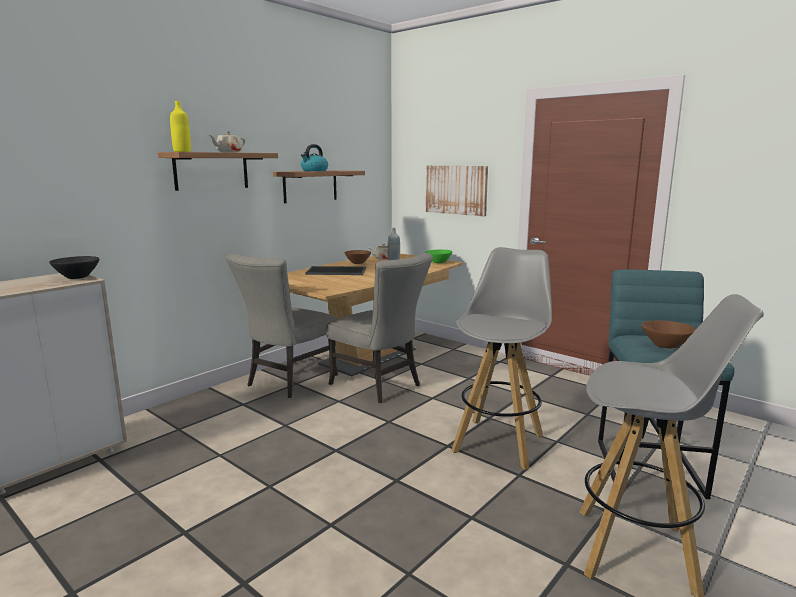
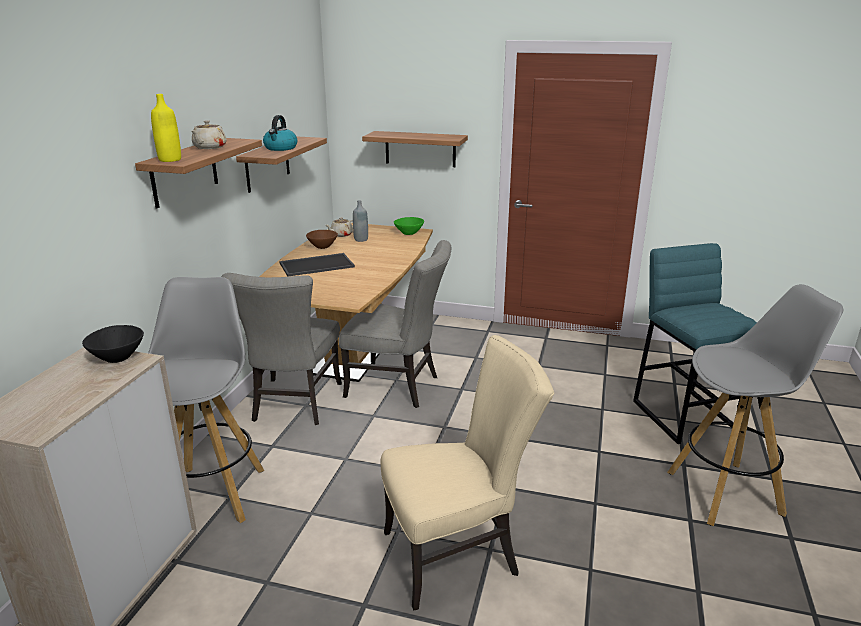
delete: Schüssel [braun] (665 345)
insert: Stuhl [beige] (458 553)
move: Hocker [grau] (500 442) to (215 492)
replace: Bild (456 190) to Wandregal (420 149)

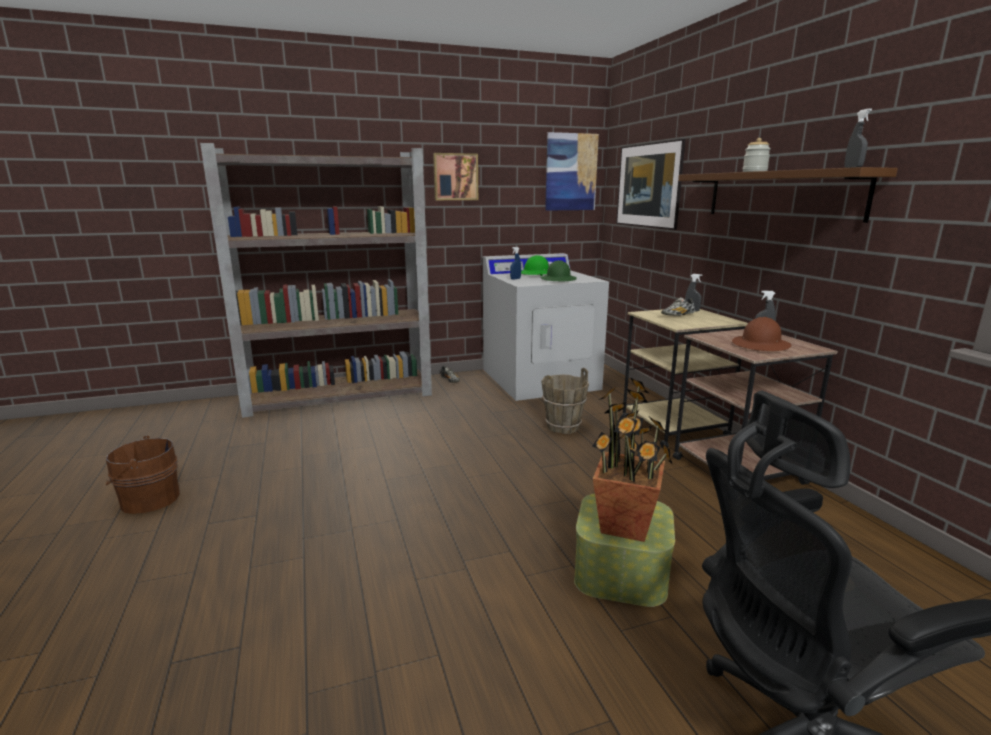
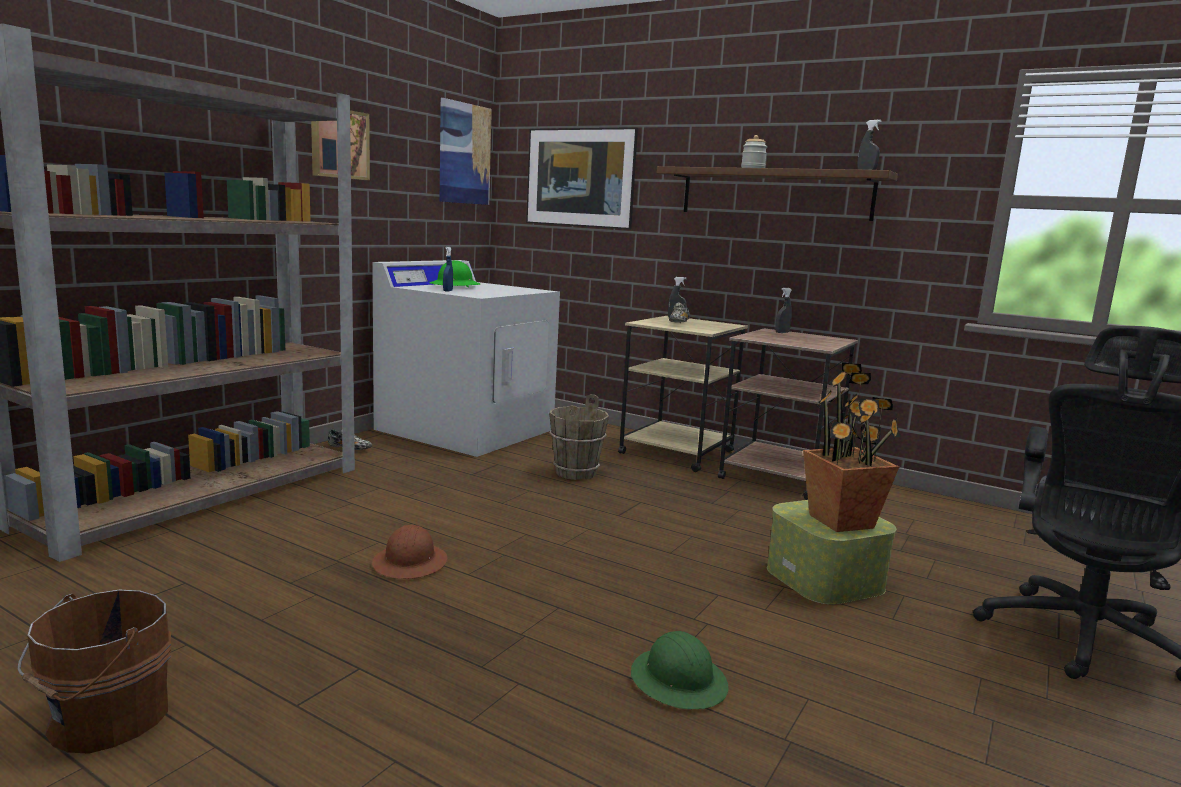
move: Schutzhelm [grün] (558 279) to (679 681); Schutzhelm [braun] (761 345) to (410 563)

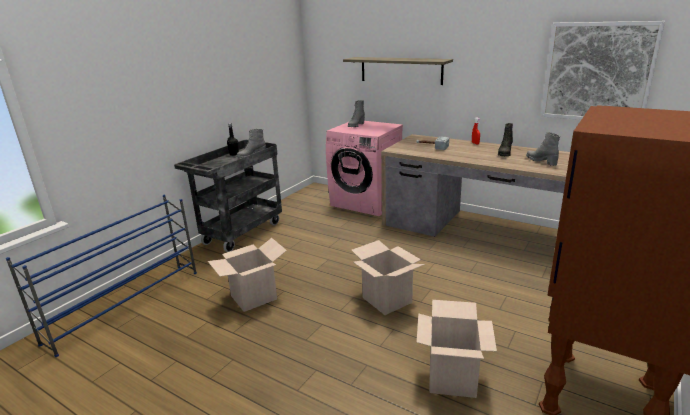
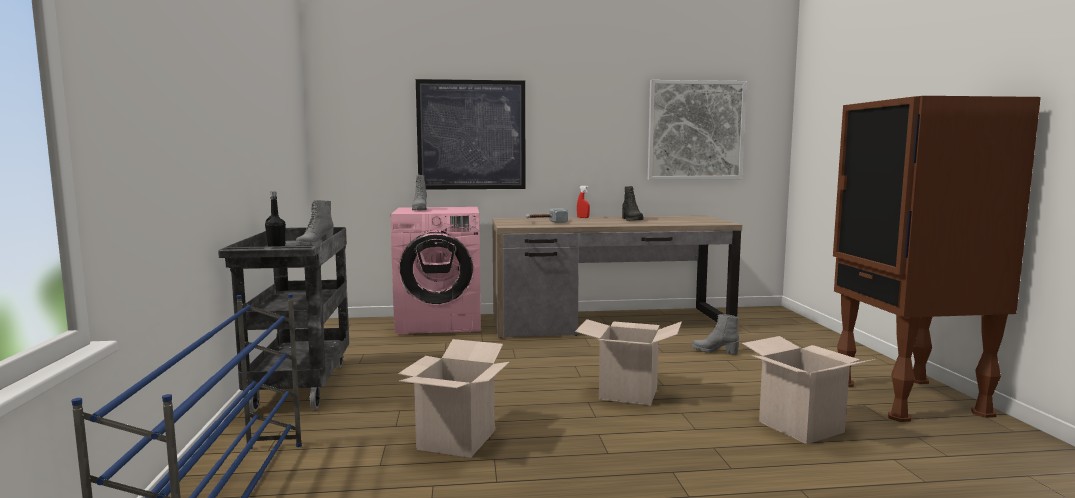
move: Stiefel [grau] (541 161) to (714 351)
replace: Wandregal (401 70) to Bild (471 135)

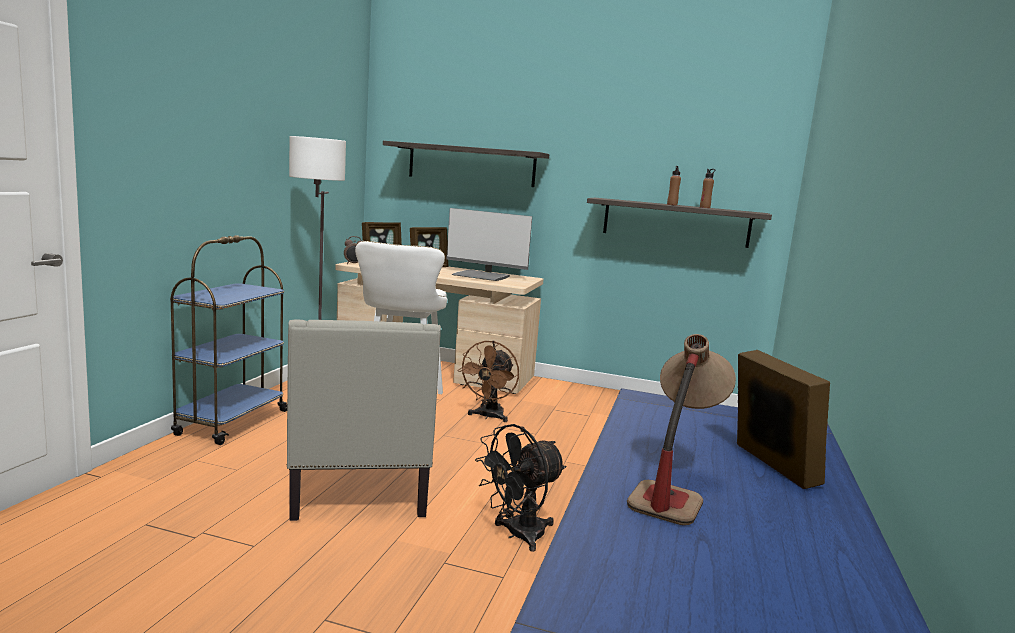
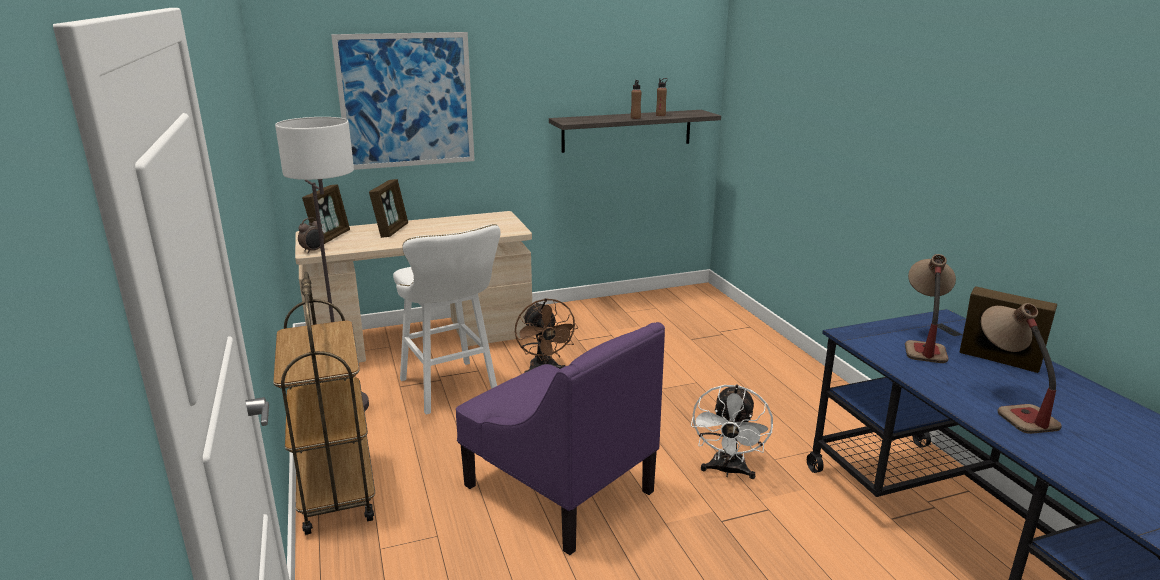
delete: Monitor (481 276)
insert: Tischlampe (922 344)
replace: Wandregal (471 165) to Bild (406 101)
recolor: Rollwagen [blau] (231 423) to Rollwagen [braun] (336 491); Sessel [grau] (359 482) to Sessel [lila] (556 489); Ventilator [schwarz] (517 535) to Ventilator [weiß] (727 471)

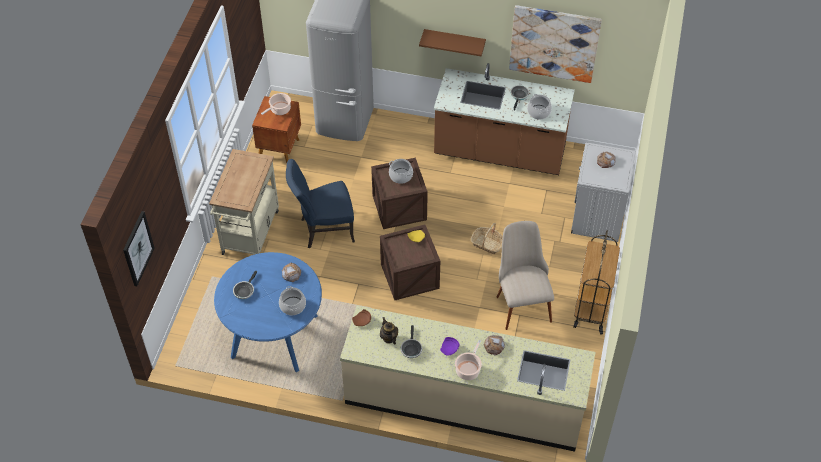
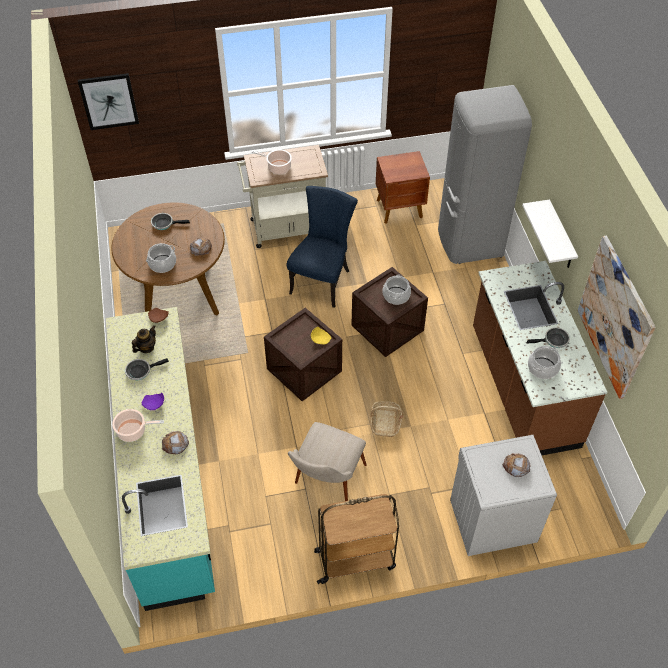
move: Kochtopf (279 110) to (277 167)
recolor: Esstisch [blau] (274 336) to Esstisch [braun] (178 293); Küchenzeile [beige] (464 401) to Küchenzeile [türkis] (168 477); Wandregal [braun] (454 42) to Wandregal [weiß] (561 236)
rotate: Stuhl [blau] (323 230) = (322 279) 60 degrees clockwise; Stuhl [beige] (521 301) = (325 484) 150 degrees clockwise

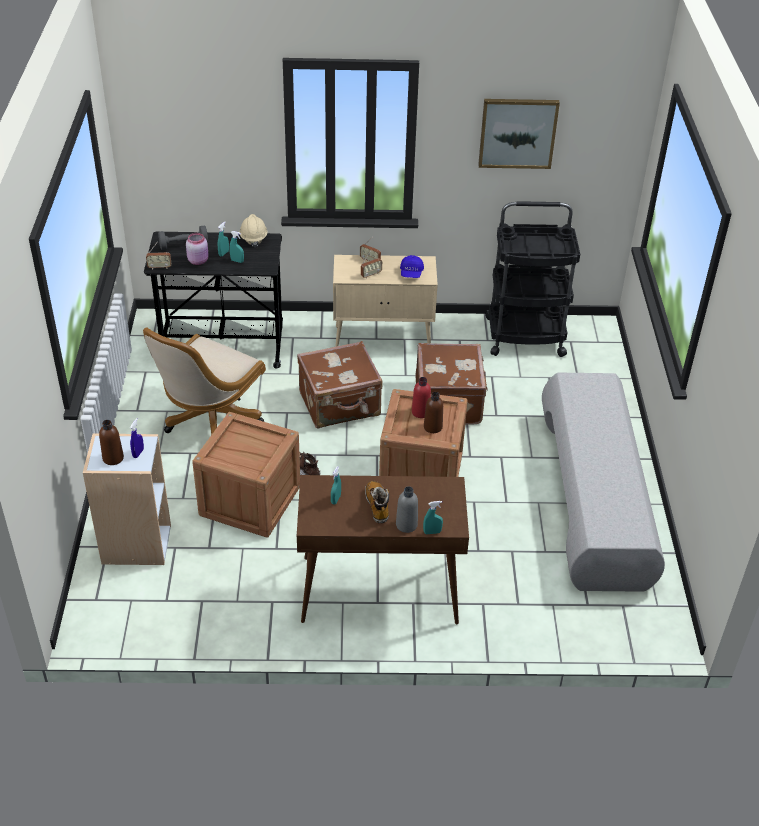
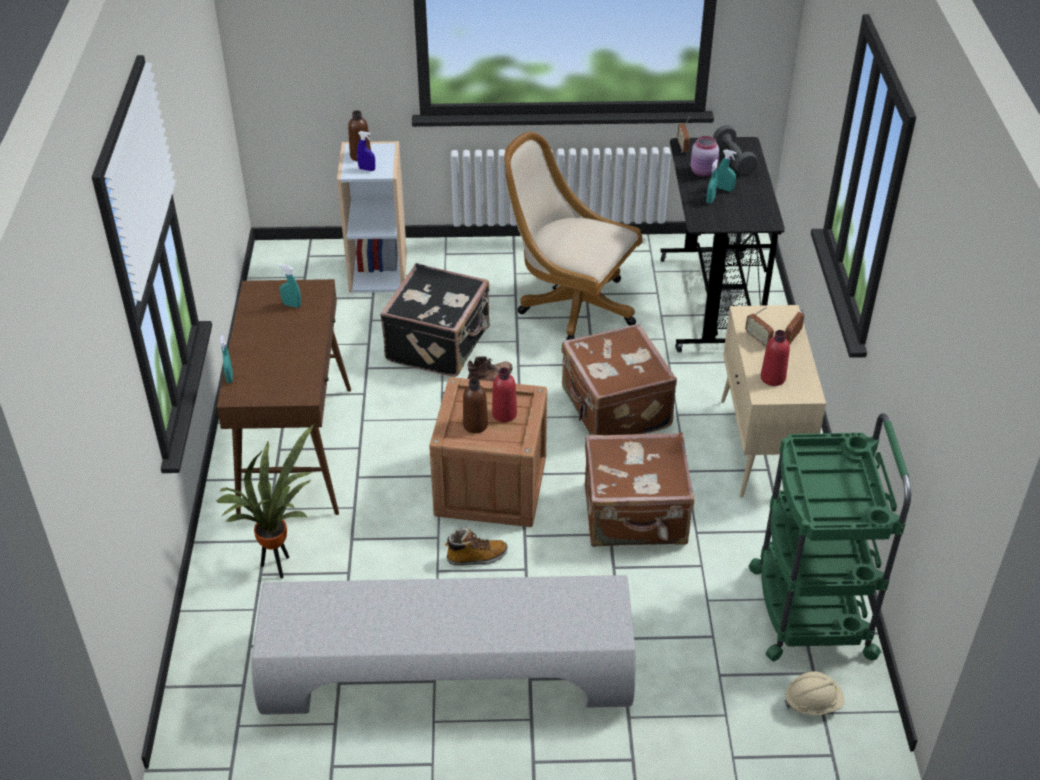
delete: Flasche [grau] (406 525); Bild (517 133)
insert: Topfpflanze (279 566)
move: Schutzhelm [beige] (253 238) to (813 703); Stiefel (377 506) to (476 557)
replace: Kiste (250 501) to Koffer [schwarz] (440 344); Kappe [blau] (411 273) to Flasche [rot] (772 378)
recolor: Rollwagen [schwarz] (525 337) to Rollwagen [grün] (810 611)

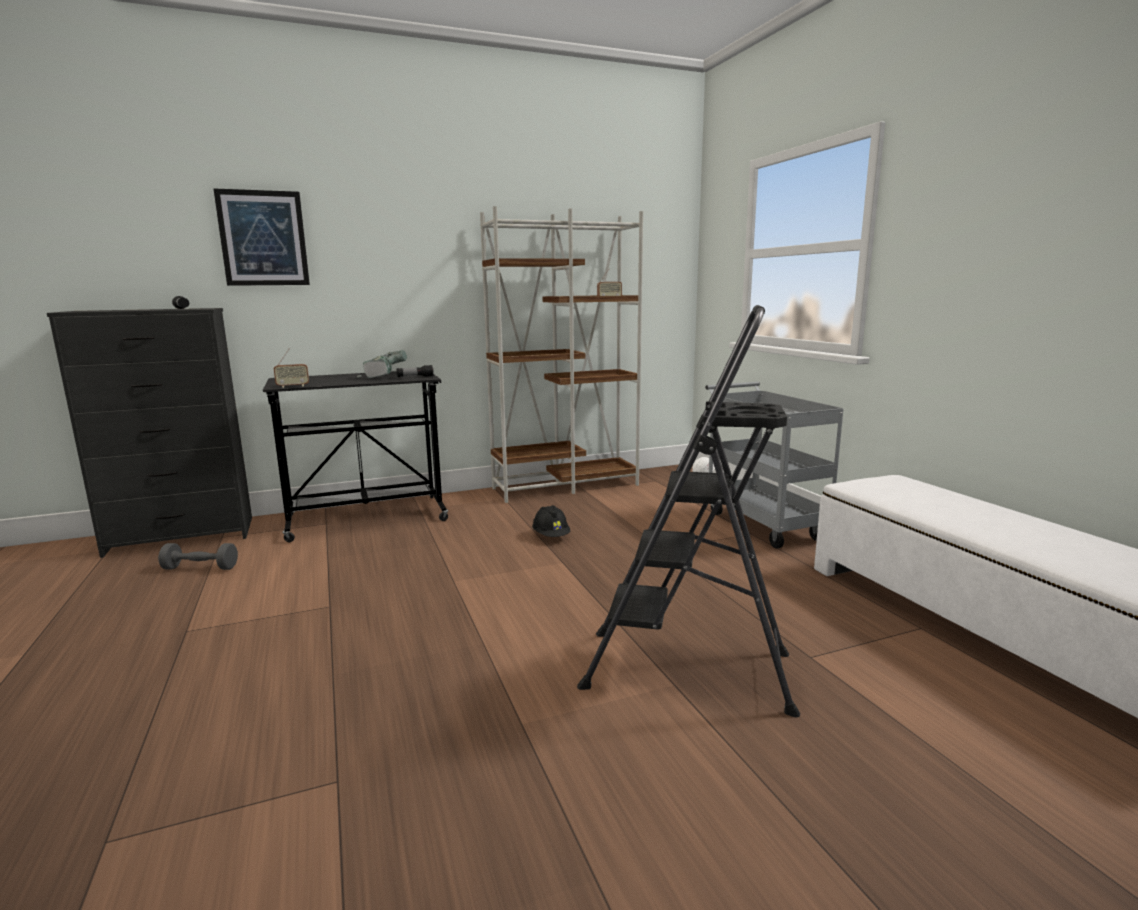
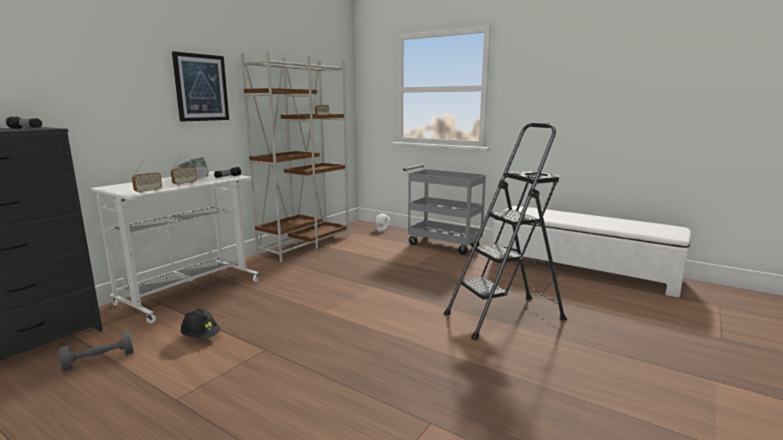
insert: Radio (184 184)
move: Bild (263 238) to (201 87); Schutzhelm [schwarz] (551 536) to (201 336)
recolor: Schreibtisch [schwarz] (367 517) to Schreibtisch [weiß] (190 292)

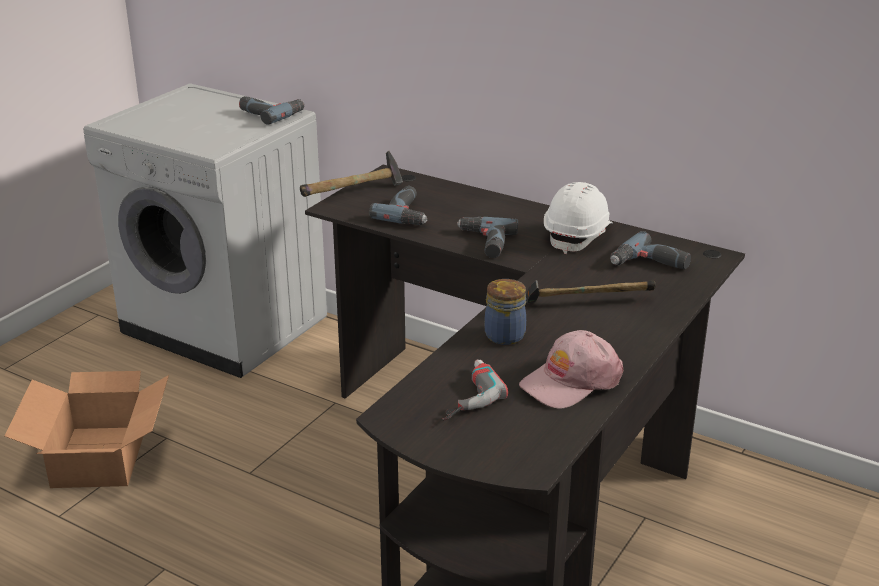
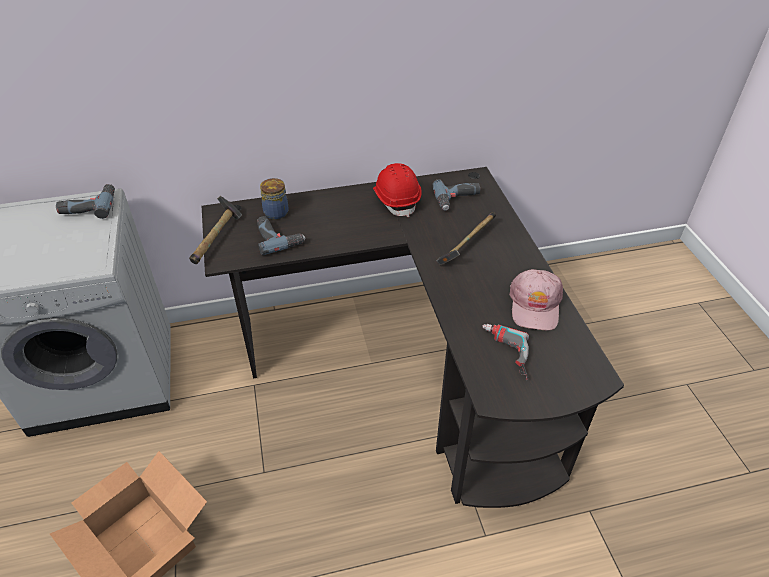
delete: Bohrmaschine (484 243)
move: Vorratsglas (505 334) to (276 212)
recolor: Schutzhelm [weiß] (578 236) to Schutzhelm [rot] (396 199)

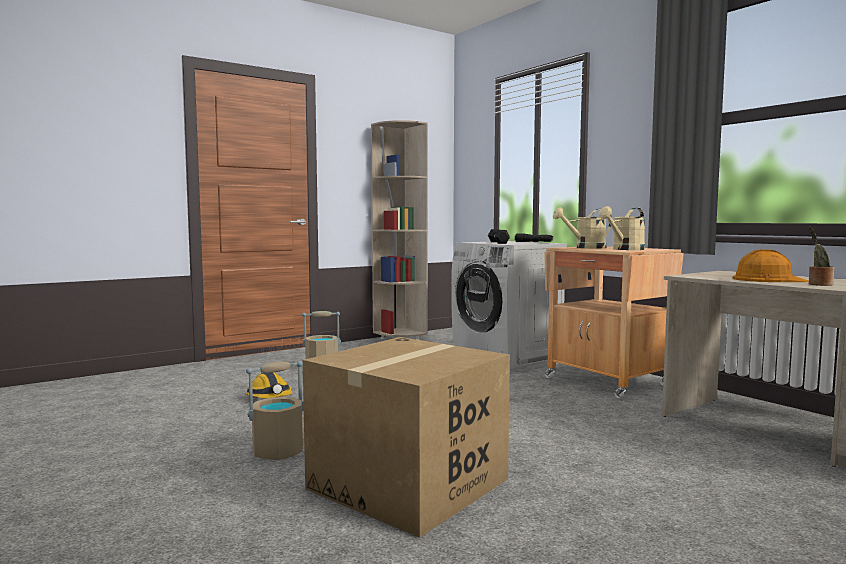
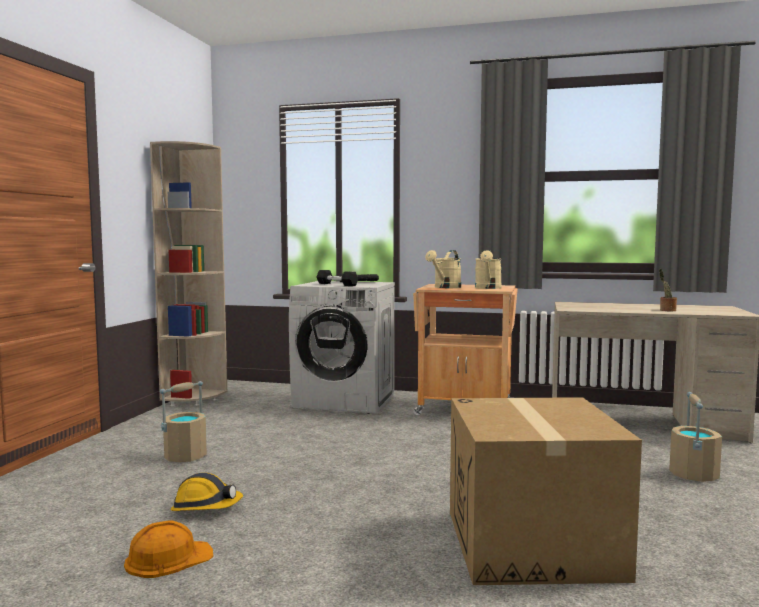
move: Eimer [beige] (278 452) to (693 474); Schutzhelm [orange] (768 279) to (168 558)

